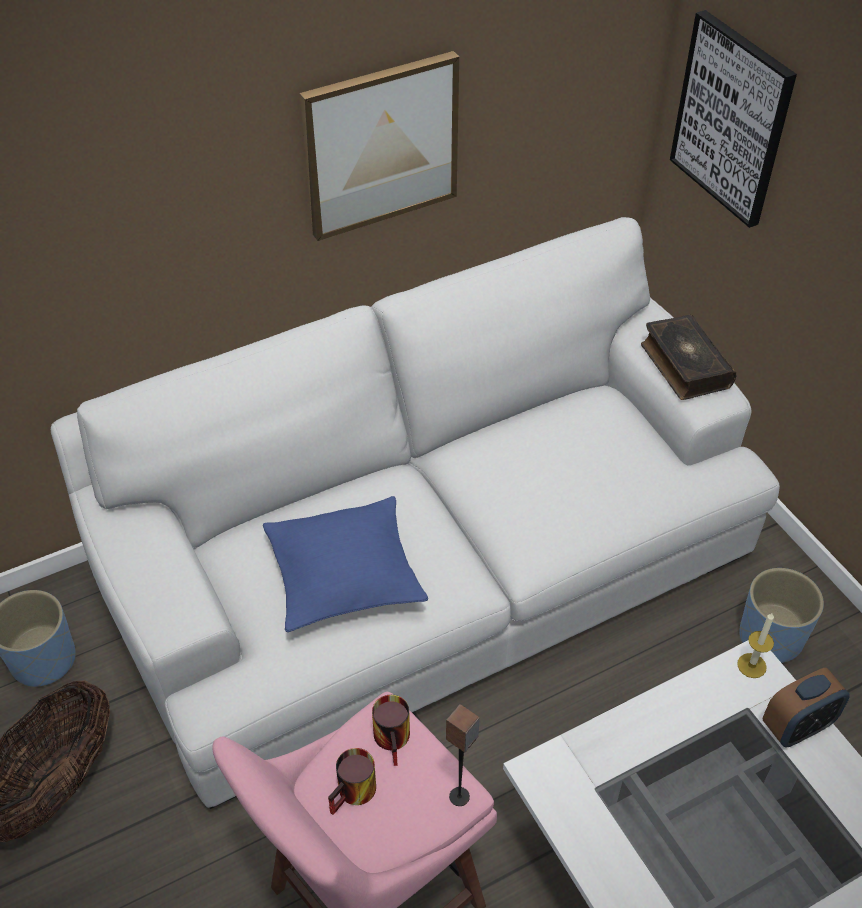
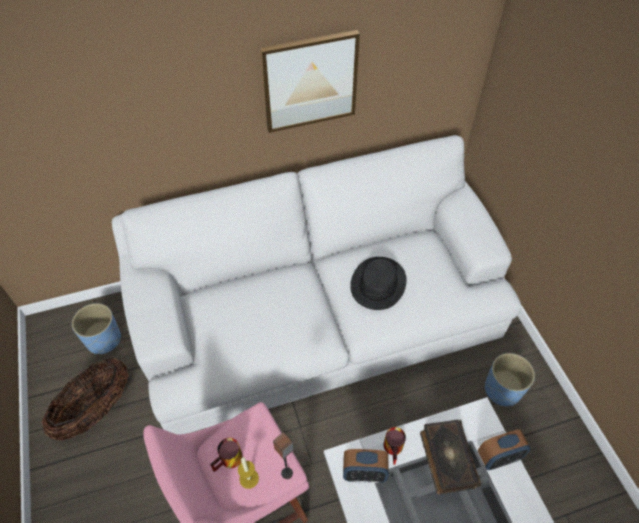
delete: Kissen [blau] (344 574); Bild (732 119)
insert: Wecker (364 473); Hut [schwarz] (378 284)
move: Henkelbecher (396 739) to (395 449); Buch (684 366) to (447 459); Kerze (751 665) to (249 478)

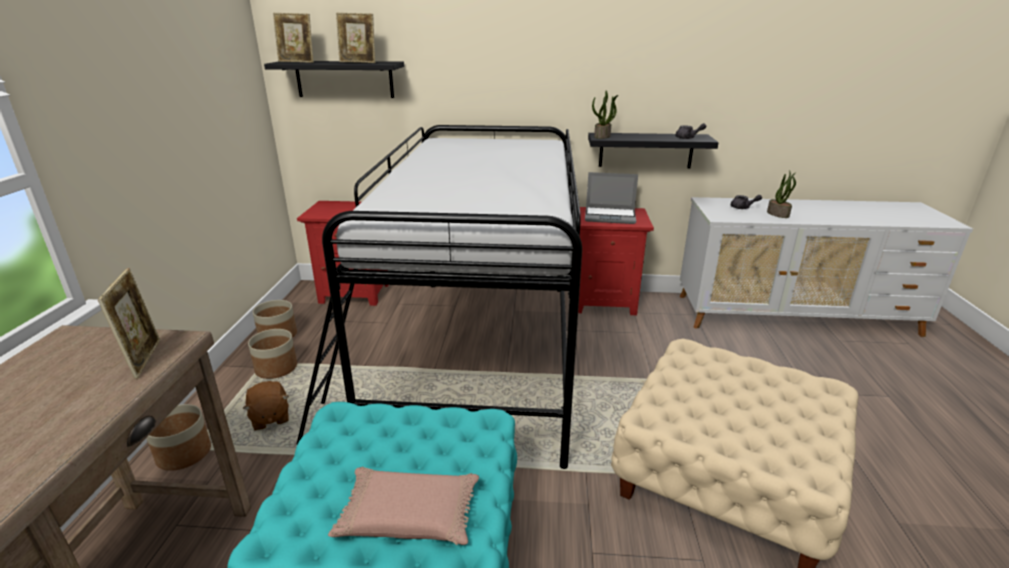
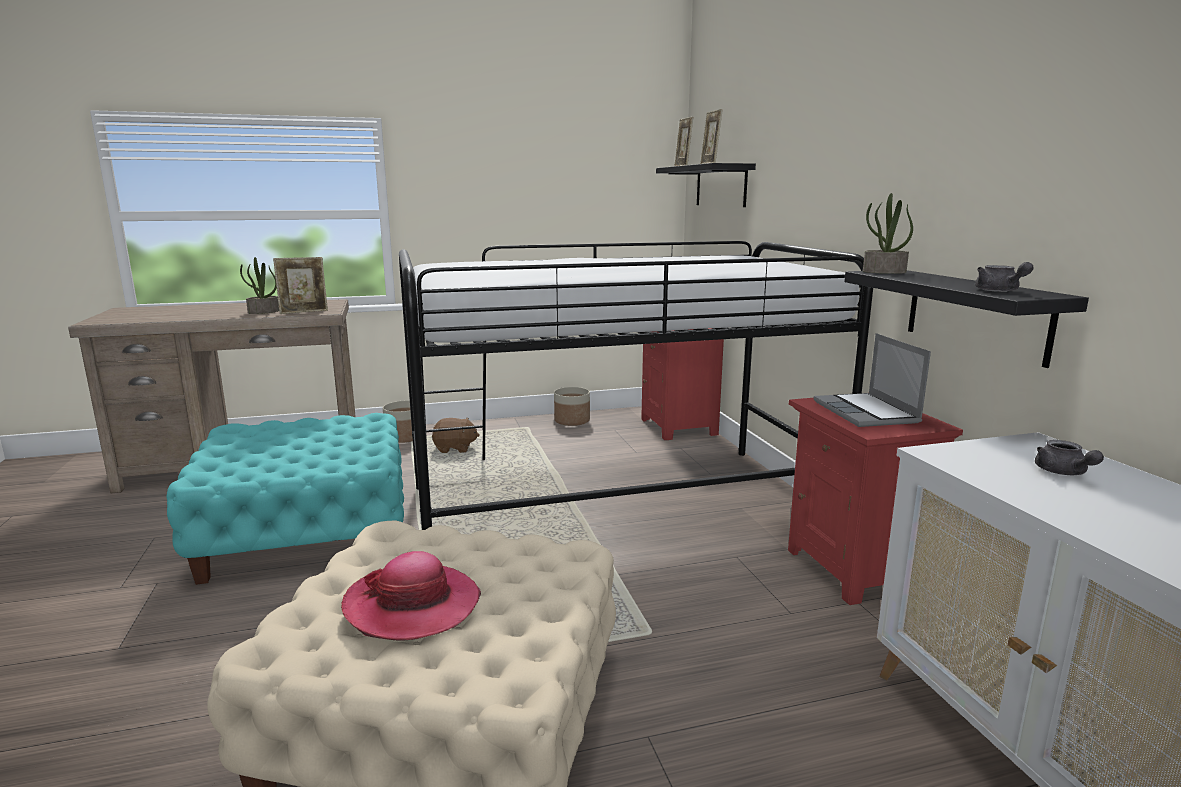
delete: Pflanzkübel (276 368); Kissen [beige] (408 512)
insert: Hut (412 605)
move: Topfpflanze (778 214) to (263 312)
rotate: Plüschtier [braun] (269 418) = (455 448) 135 degrees counterclockwise

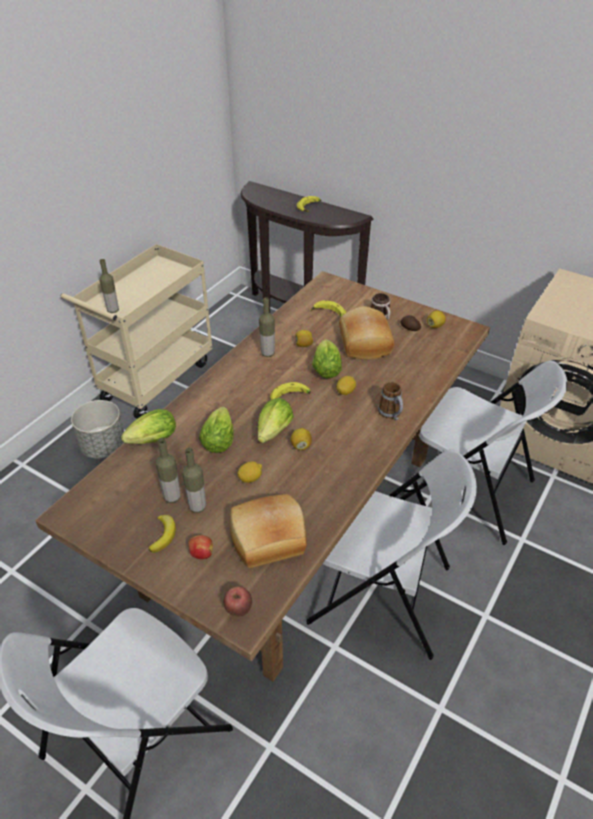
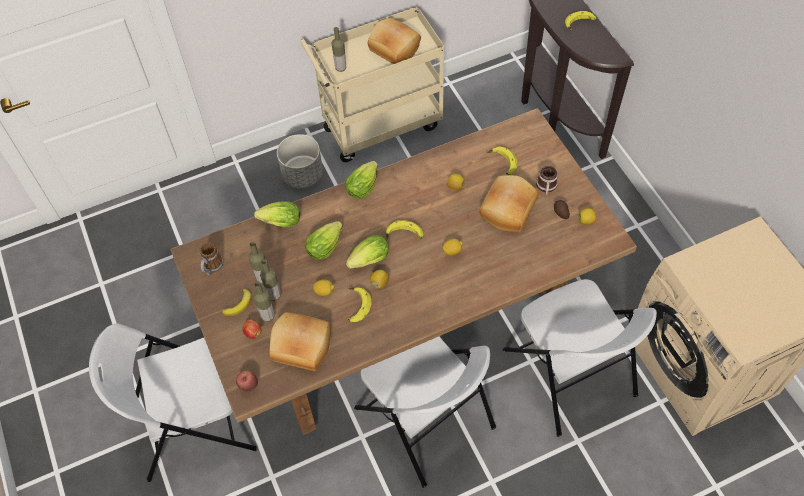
insert: Banane (355 306); Brot (393 49)
move: Flasche (267 353) to (268 316); Salatkopf (326 368) to (364 186); Henkelbecher (391 415) to (212 268)

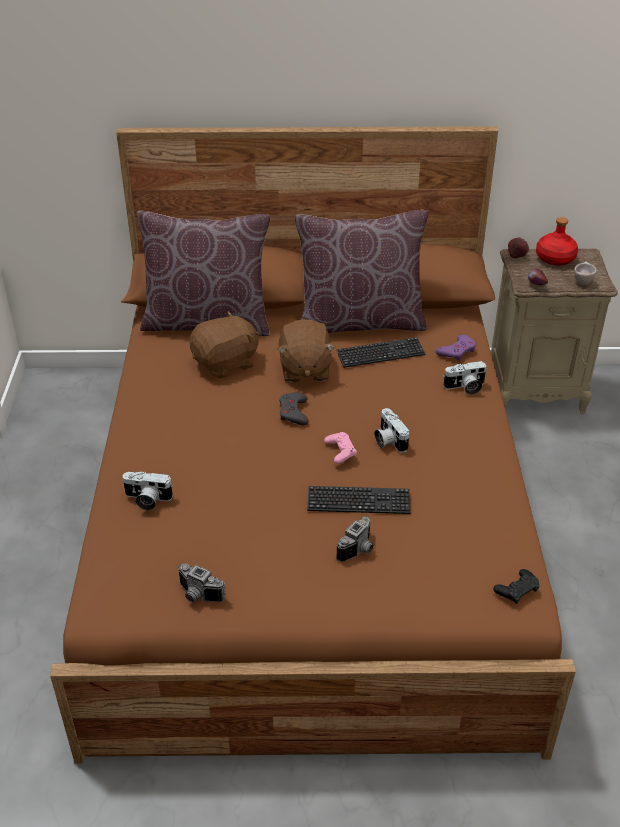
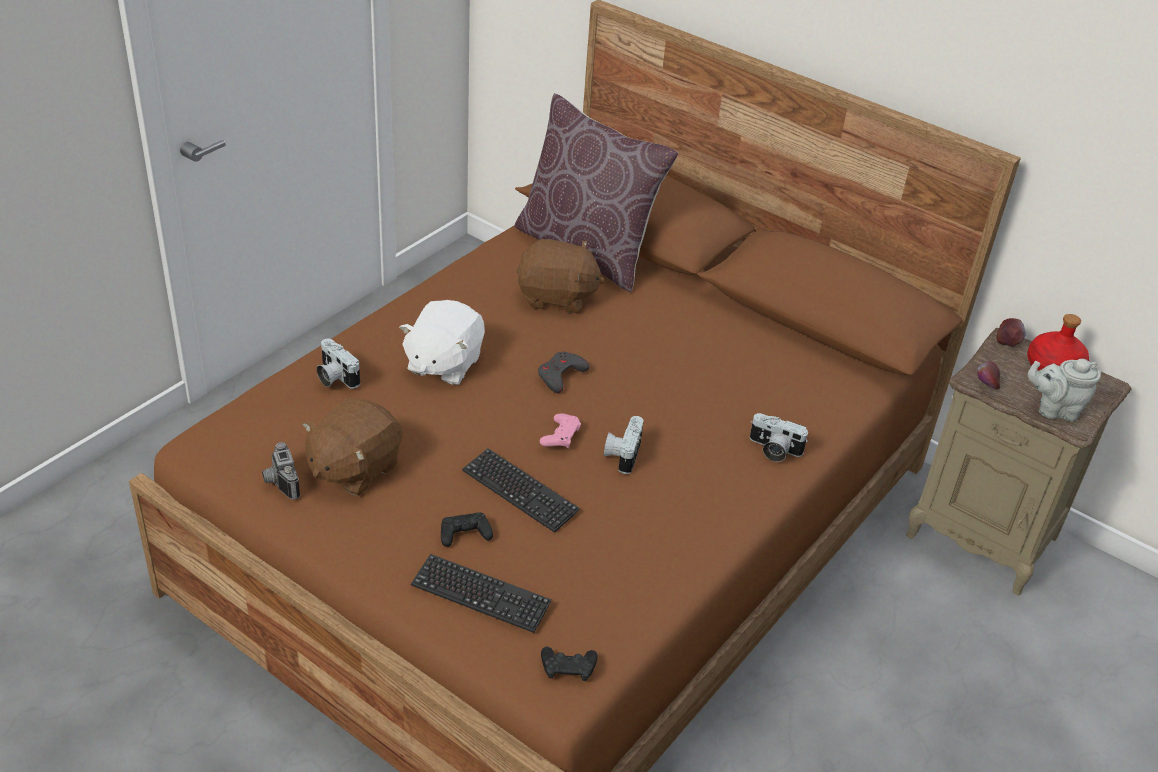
delete: Kissen [braun] (360 322); Gamepad [lila] (457 351)
insert: Plüschtier [weiß] (443 364)
move: Plüschtier [braun] (304 369) to (353 468); Tastatur (380 354) to (480 595)
replace: Kamera (359 550) to Gamepad [schwarz] (465 534); Tasse [beige] (582 281) to Teekanne [grau] (1054 409)

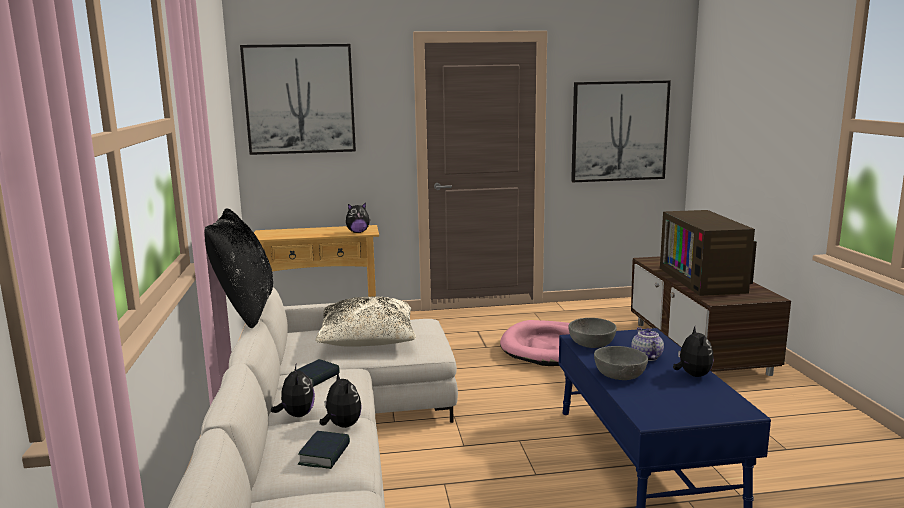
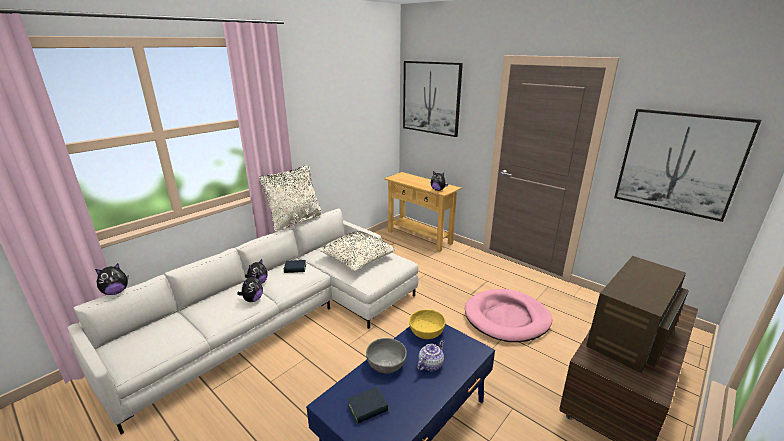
move: Buch (325 455) to (368 408); Plüschtier (692 375) to (116 292)
recolor: Kissen [schwarz] (246 312) to Kissen [beige] (296 222); Schüssel [grau] (592 343) to Schüssel [gelb] (426 332)

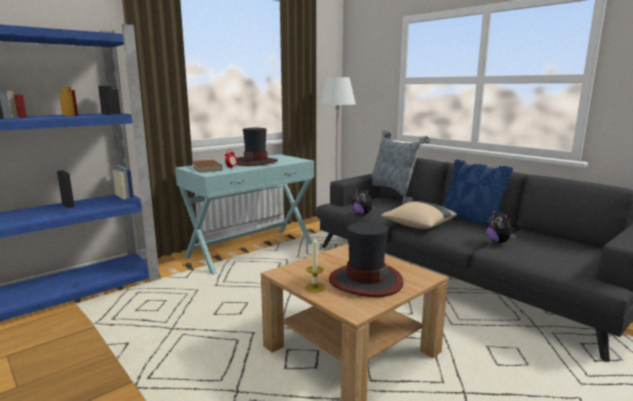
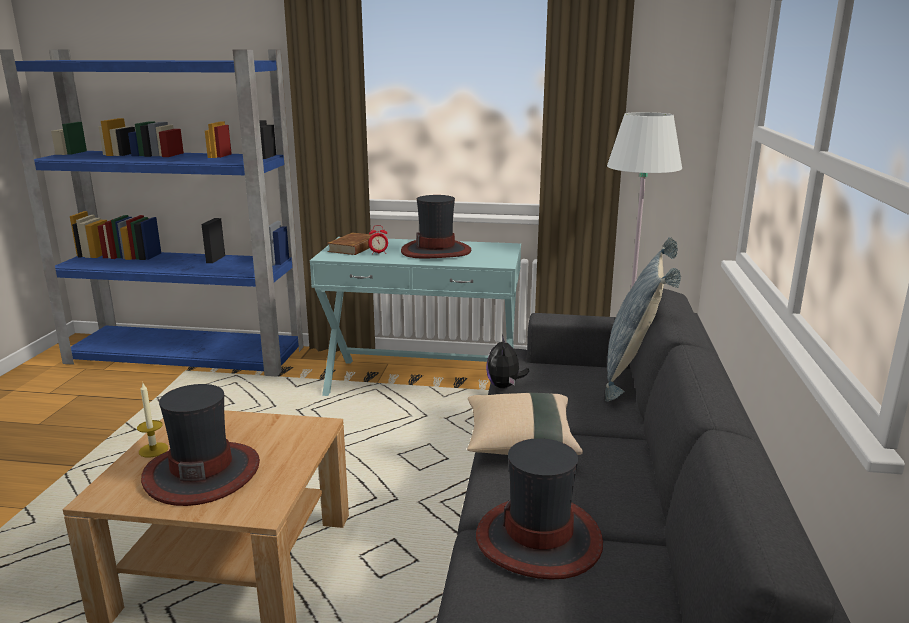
delete: Kissen [blau] (472 220)
replace: Plüschtier (498 242) to Hut (539 539)

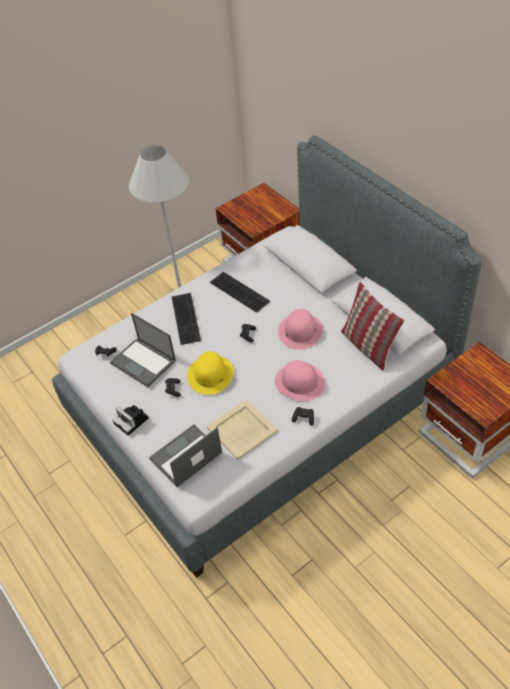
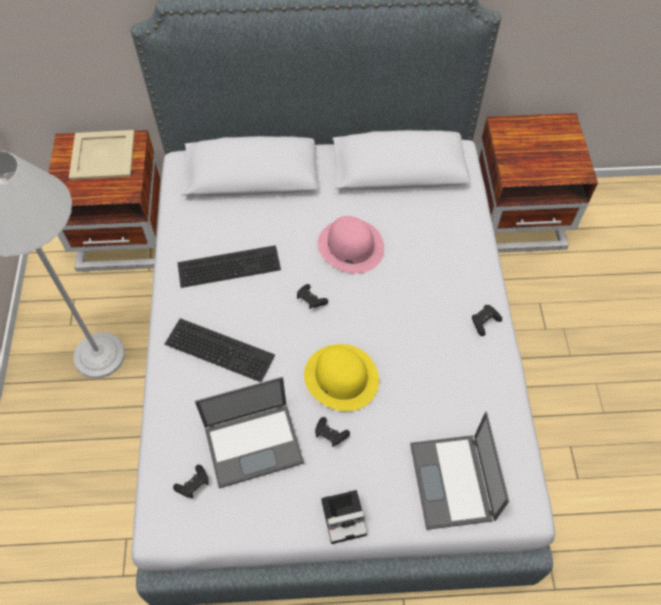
delete: Hut [rosa] (300 382); Kissen (368 346)
move: Tablett [beige] (242 429) to (103 154)

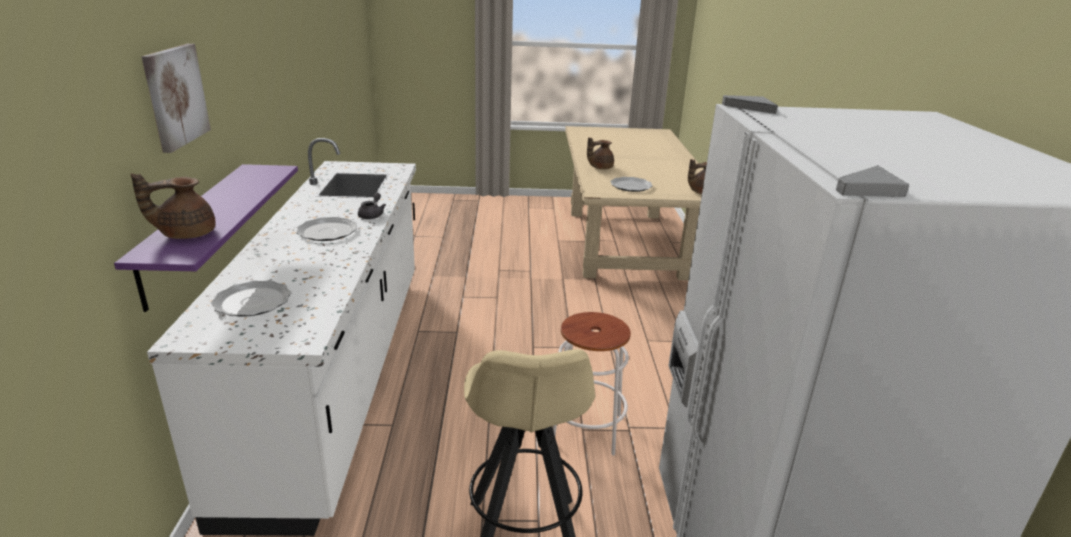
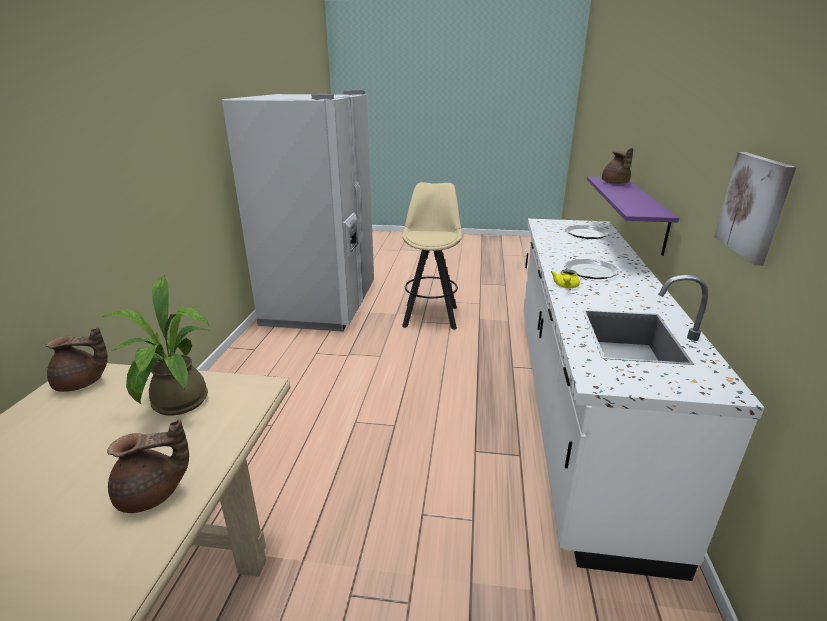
delete: Hocker [weiß] (586 429)
move: Bild (175 96) to (754 206)
replace: Teller (631 186) to Topfpflanze (177 406)
recolor: Teekanne [grau] (372 215) to Teekanne [gelb] (565 286)
rotate: Teekanne [braun] (186 234) = (615 183) 105 degrees clockwise

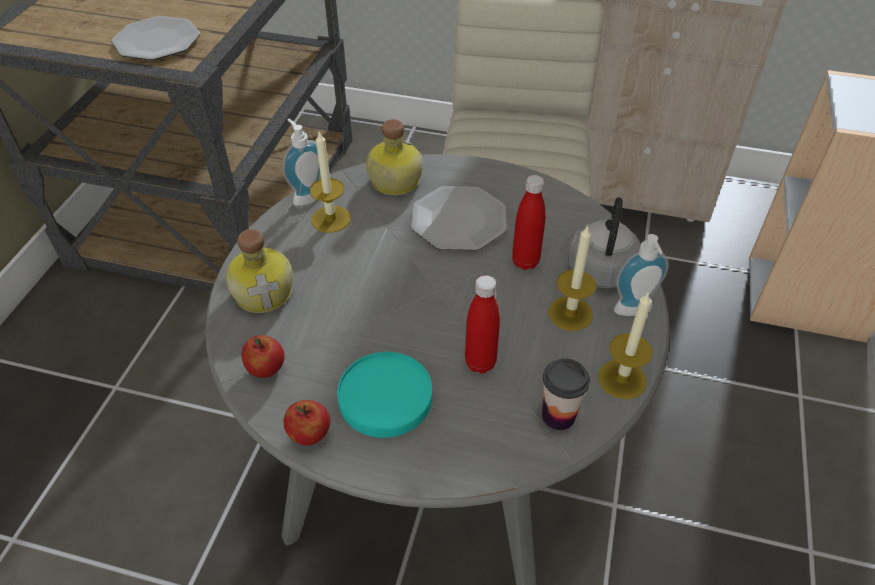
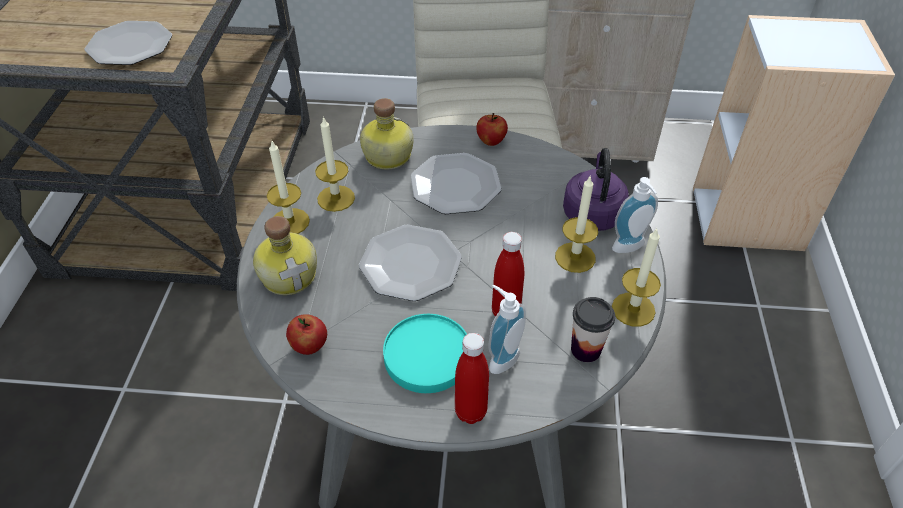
insert: Kerze (290 222); Teller (411 264)
move: Seifenspender (306 195) to (500 357); Apfel (310 435) to (491 141); Flasche [rot] (525 262) to (470 412)
recolor: Wasserkessel [grau] (601 267) to Wasserkessel [lila] (592 212)

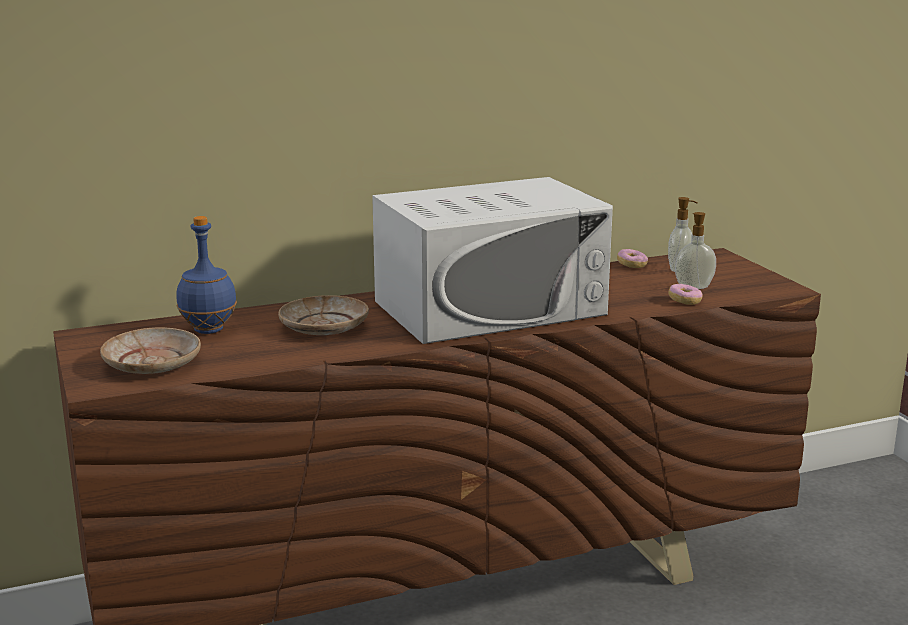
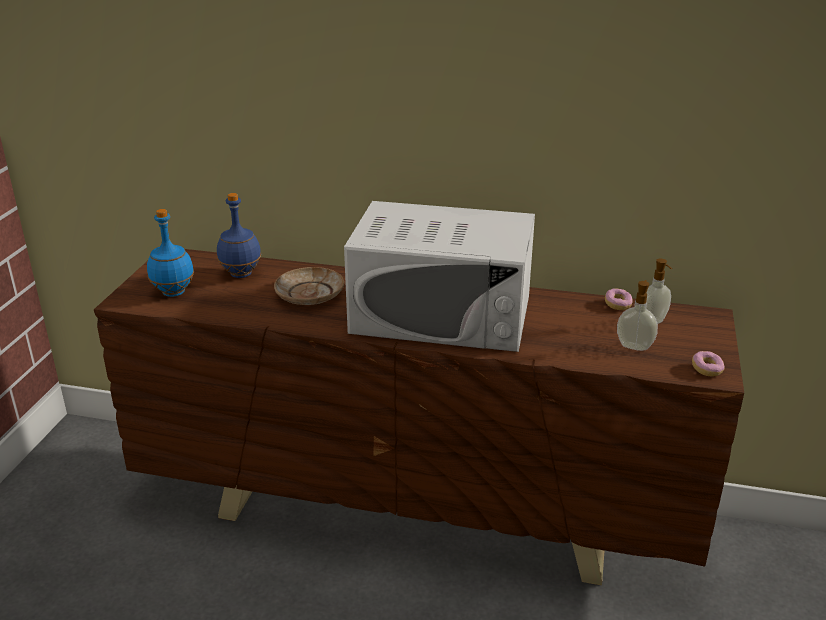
move: Donut (684 301) to (706 370)
replace: Teller [beige] (153 363) to Flasche [blau] (174 292)

